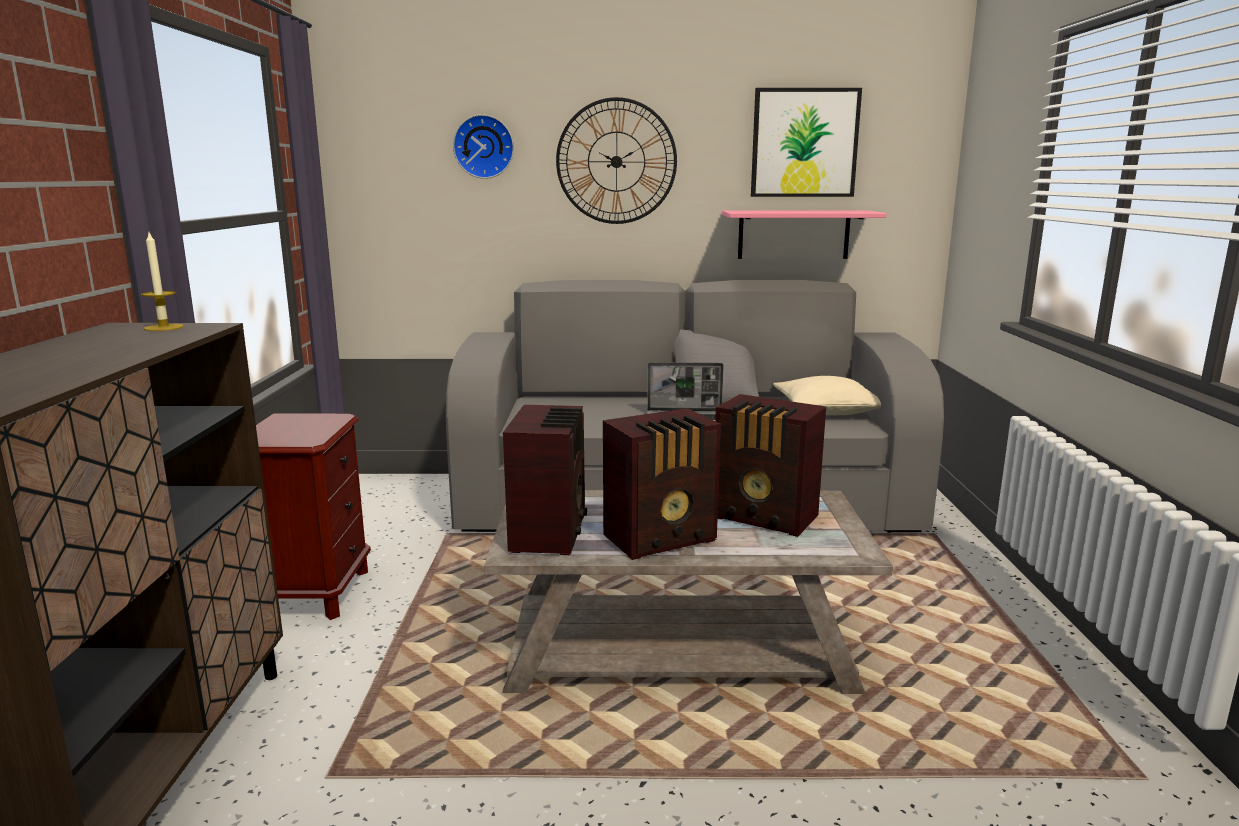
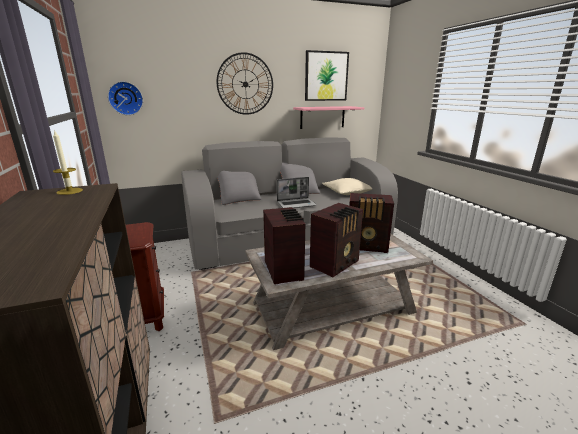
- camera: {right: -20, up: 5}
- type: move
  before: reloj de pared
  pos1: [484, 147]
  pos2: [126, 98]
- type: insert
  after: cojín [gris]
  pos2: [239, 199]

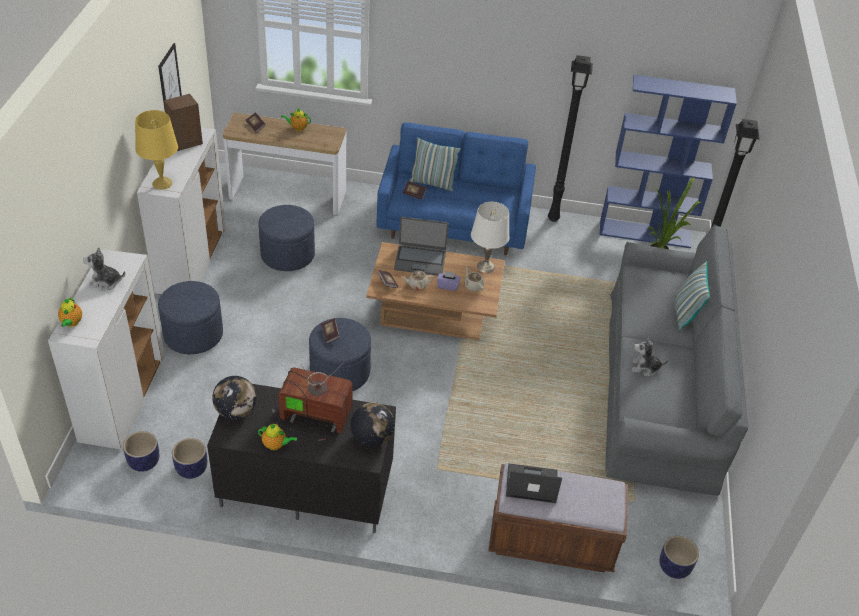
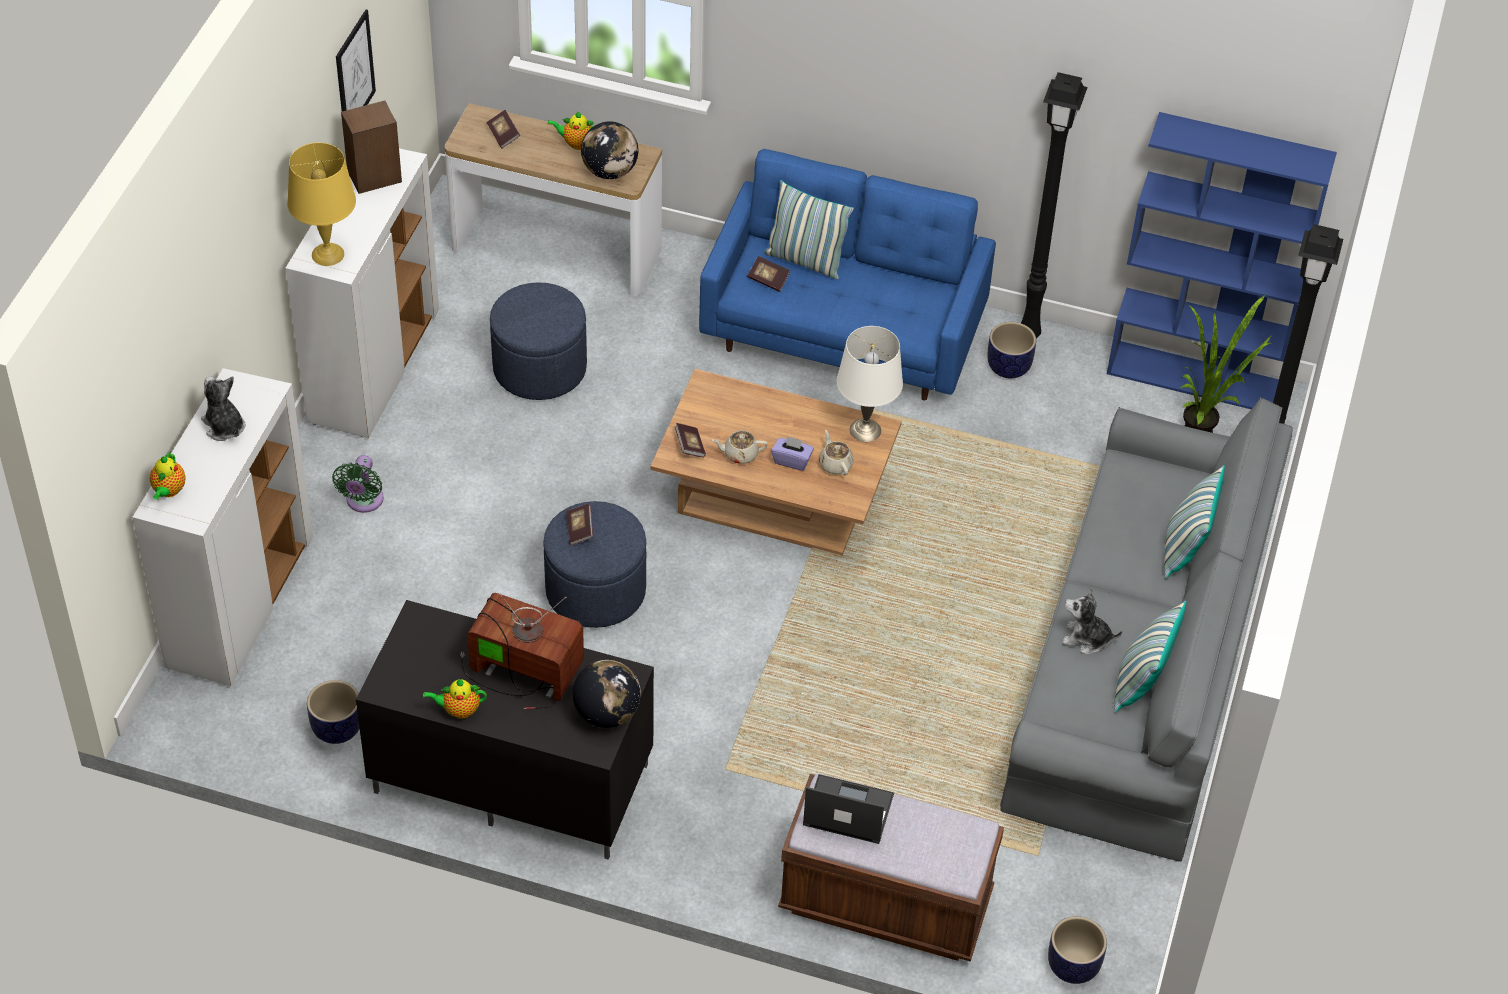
- camera: {right: 10, up: 5}
- type: rotate
  before: peluche
  pos1: [105, 282]
  pos2: [224, 427]
  turn: 45
- type: move
  before: maceta
  pos1: [143, 462]
  pos2: [1008, 366]
- type: replace
  before: puf [azul]
  after: ventilador [verde]
  pos1: [193, 334]
  pos2: [363, 502]
- type: move
  before: globo terráqueo
  pos1: [236, 411]
  pos2: [610, 171]
- type: rotate
  before: tetera
  pos1: [276, 445]
  pos2: [459, 710]
  turn: 150
- type: delete
  before: portátil
  pos1: [420, 260]
- type: insert
  after: cojín
  pos2: [1141, 682]

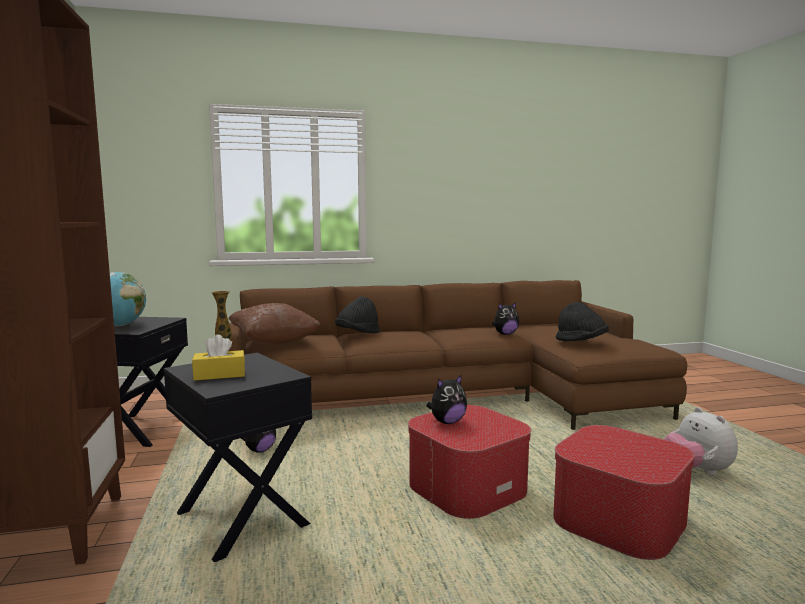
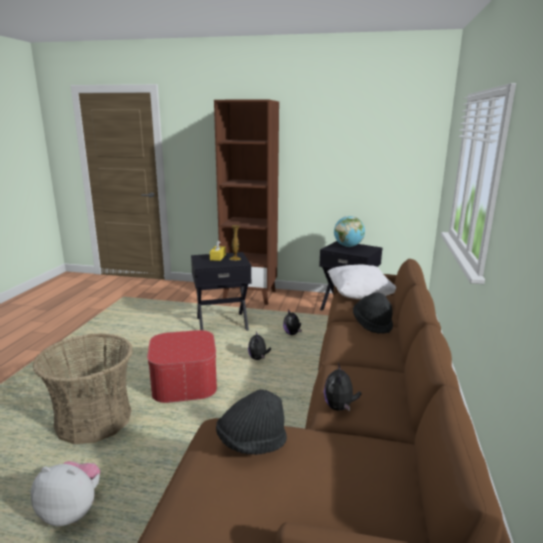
- camera: {right: 115, up: 10}
- type: recolor
  before: cojín [marrón]
  after: cojín [blanco]
  pos1: [273, 343]
  pos2: [359, 295]
- type: move
  before: peluche
  pos1: [447, 422]
  pos2: [258, 358]
- type: replace
  before: puf
  after: cesta
  pos1: [618, 520]
  pos2: [94, 420]

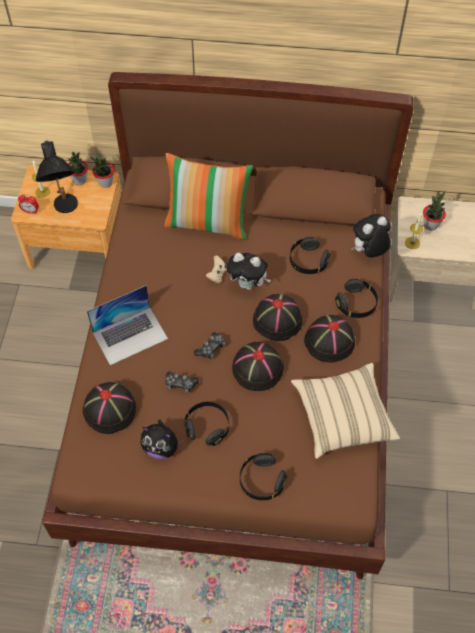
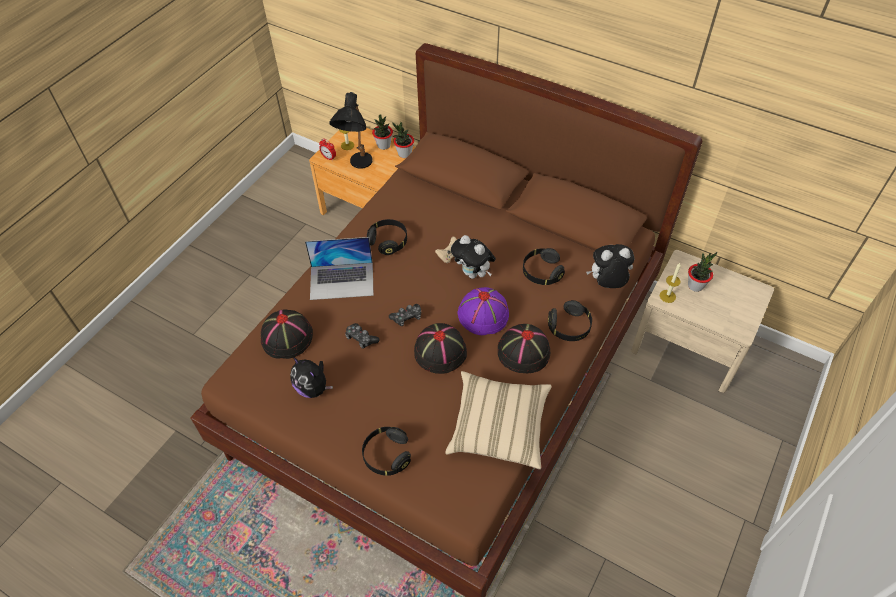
- camera: {right: 25, up: -5}
- type: delete
  before: cojín
  pos1: [208, 223]
- type: move
  before: auriculares [negro]
  pos1: [207, 427]
  pos2: [388, 242]
- type: recolor
  before: sombrero [negro]
  after: sombrero [morado]
  pos1: [278, 320]
  pos2: [483, 315]

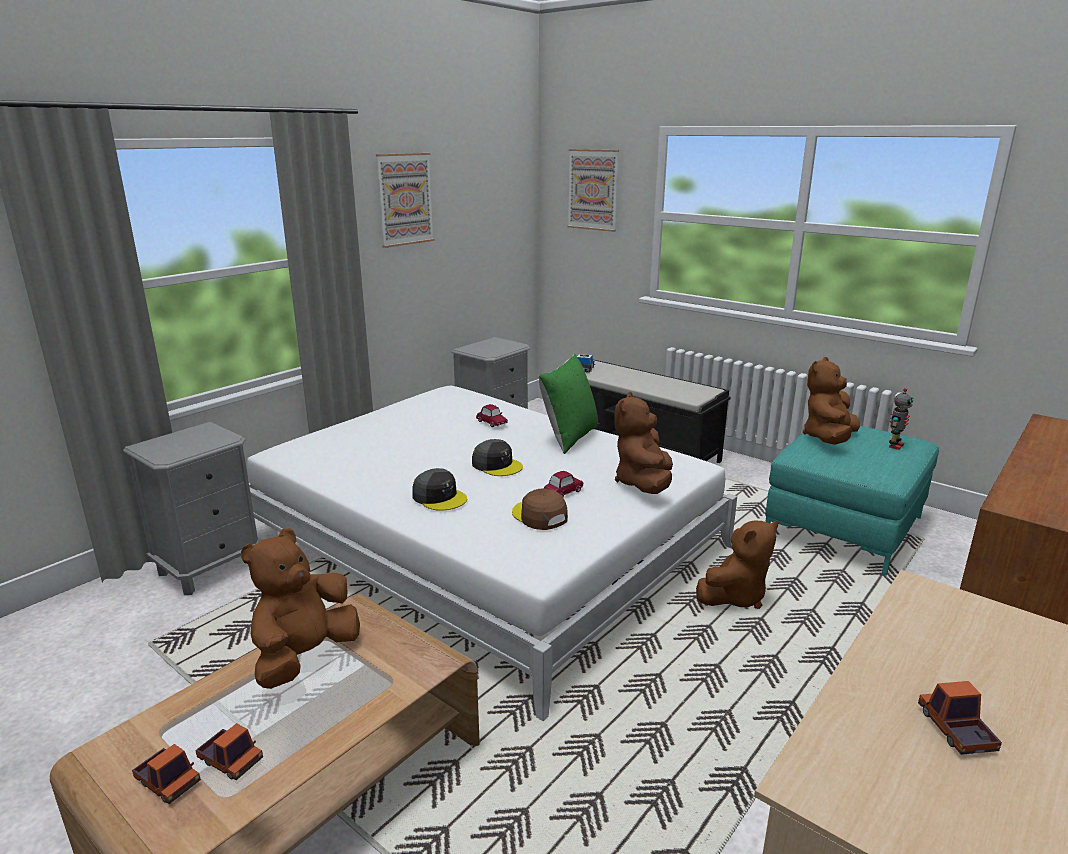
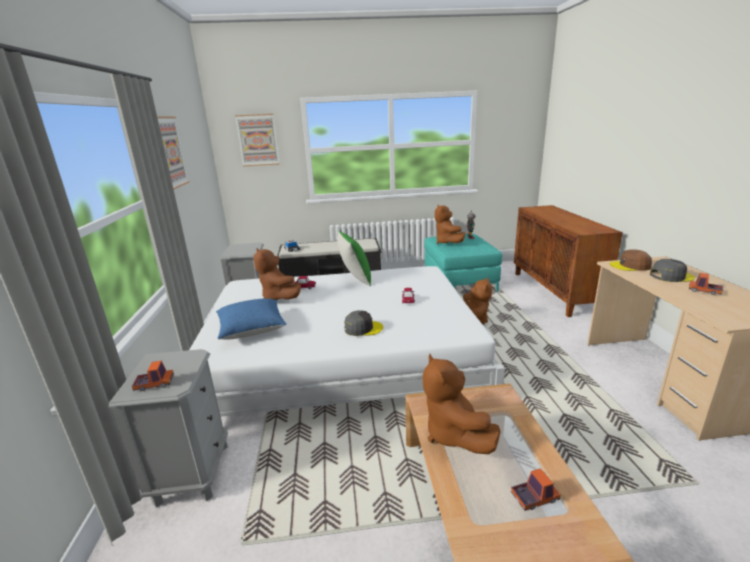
- camera: {right: -45, up: 0}
- type: move
  before: camión de juguete
  pos1: [168, 782]
  pos2: [154, 384]
- type: move
  before: gorra [gris]
  pos1: [497, 465]
  pos2: [671, 276]
- type: move
  before: gorra [marrón]
  pos1: [539, 516]
  pos2: [630, 266]
- type: move
  before: peluche [marrón]
  pos1: [643, 484]
  pos2: [279, 298]
- type: insert
  after: cojín [azul]
  pos2: [252, 330]

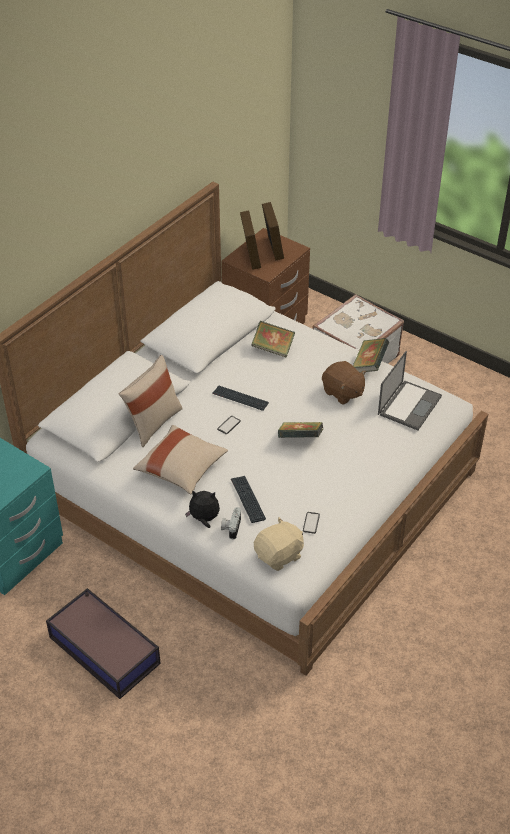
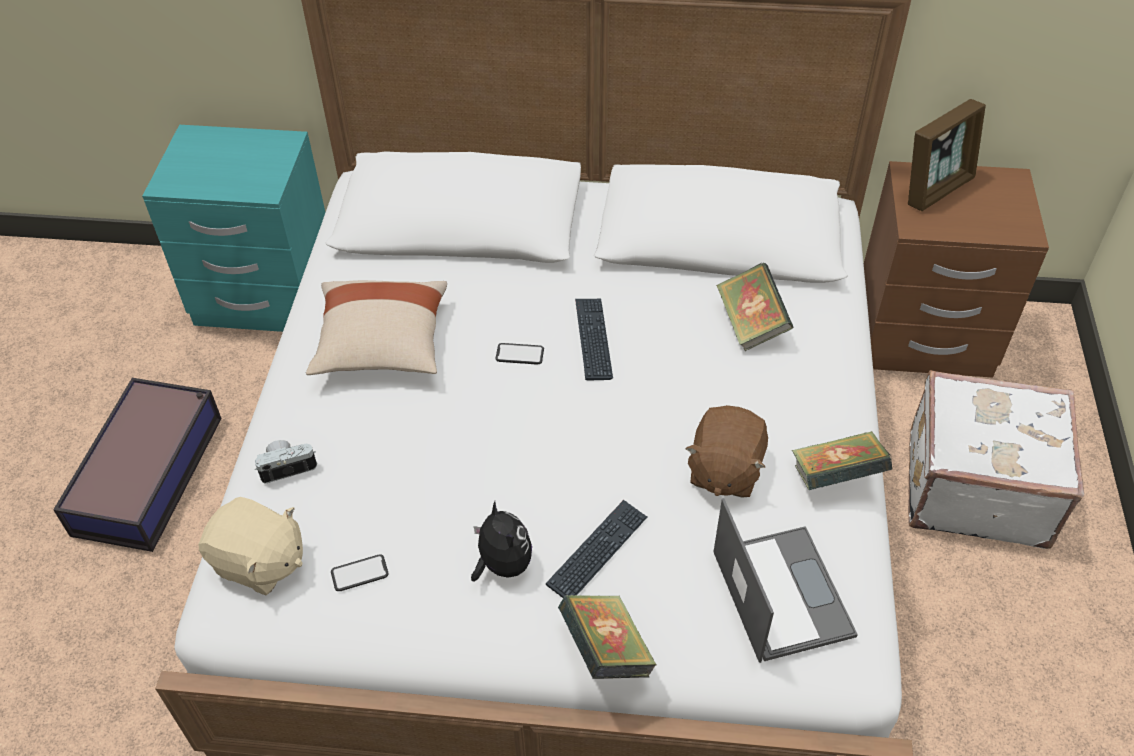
- camera: {right: 60, up: 5}
- type: delete
  before: cojín [beis]
  pos1: [153, 423]
- type: move
  before: peluche
  pos1: [204, 519]
  pos2: [502, 564]
- type: move
  before: teclado
  pos1: [248, 499]
  pos2: [597, 551]
- type: delete
  before: portarretratos
  pos1: [272, 248]
- type: move
  before: libro
  pos1: [300, 439]
  pos2: [606, 651]
- type: rotate
  before: portátil
  pos1: [409, 405]
  pos2: [780, 592]
  turn: -105

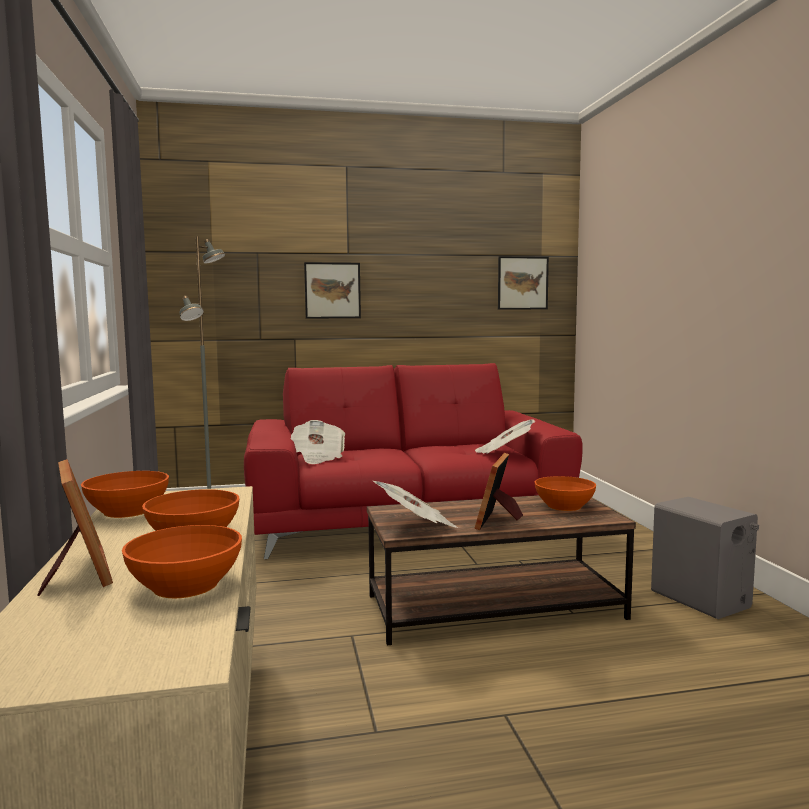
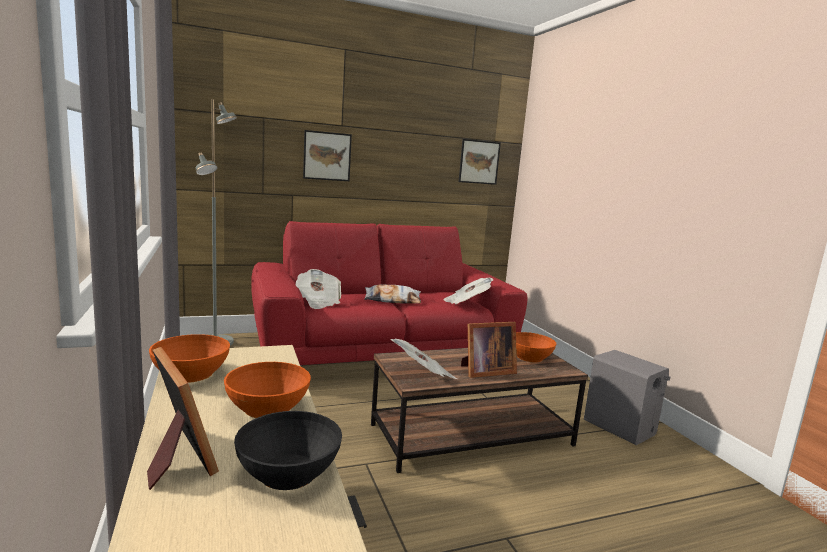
- camera: {right: -10, up: 5}
- type: recolor
  before: cuenco [naranja]
  after: cuenco [negro]
  pos1: [185, 585]
  pos2: [288, 473]
- type: rotate
  before: portarretratos
  pos1: [498, 520]
  pos2: [485, 371]
  turn: -120
- type: insert
  after: cojín
  pos2: [392, 300]

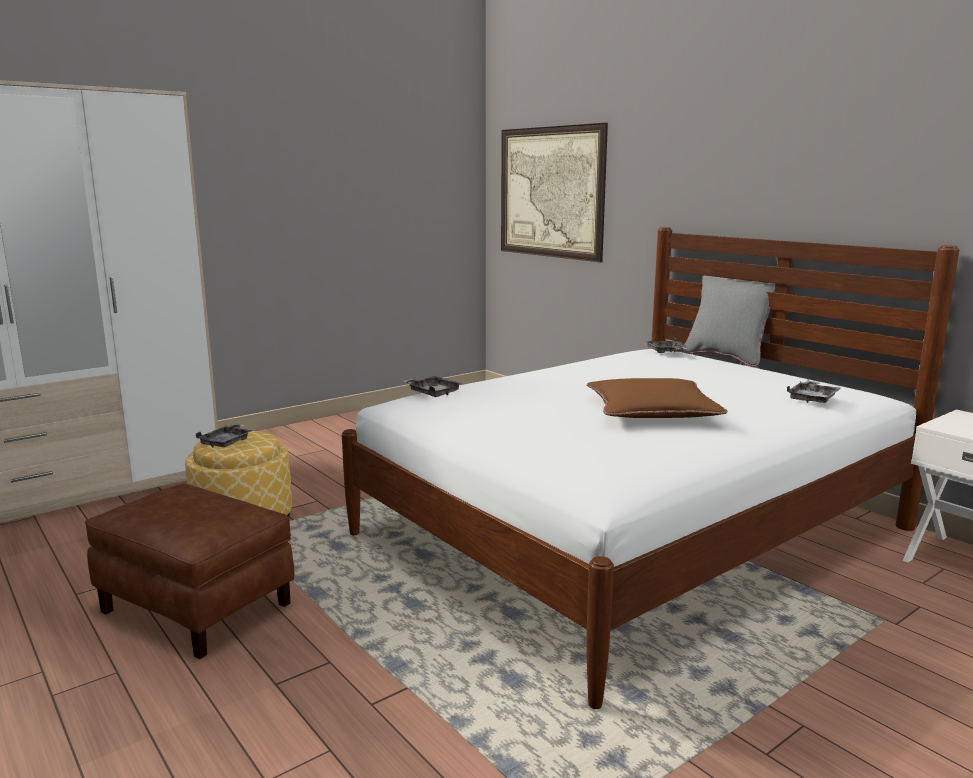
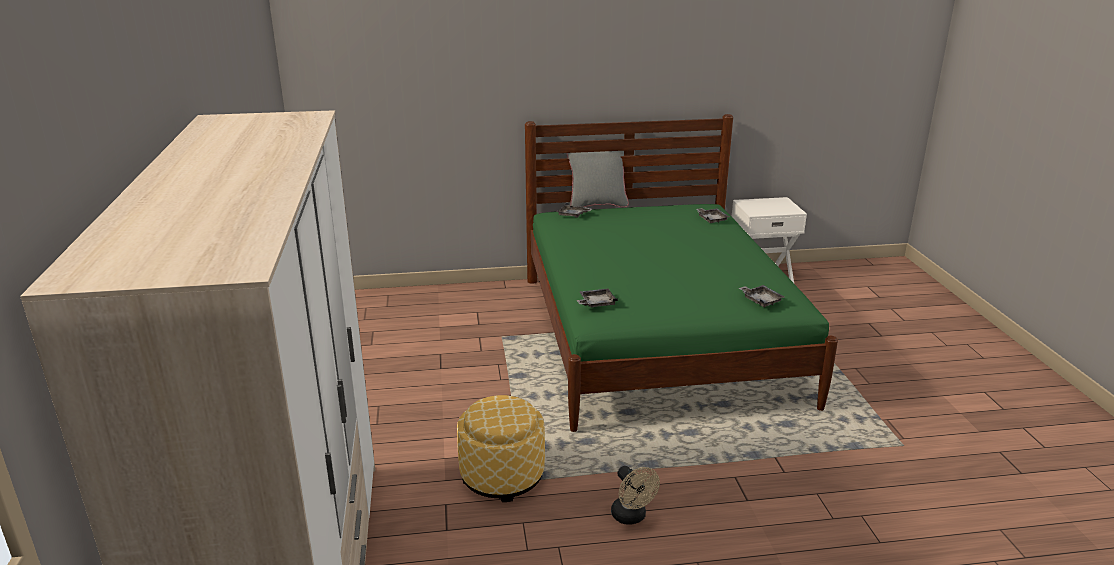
- camera: {right: -60, up: 10}
- type: replace
  before: puf [marrón]
  after: ventilador [beis]
  pos1: [198, 607]
  pos2: [632, 517]
- type: move
  before: bandeja [gris]
  pos1: [227, 442]
  pos2: [761, 300]
- type: recolor
  before: cama [blanco]
  after: cama [verde]
  pos1: [632, 531]
  pos2: [656, 337]
- type: delete
  before: cuadro
  pos1: [550, 192]
- type: delete
  before: cojín [marrón]
  pos1: [652, 411]

